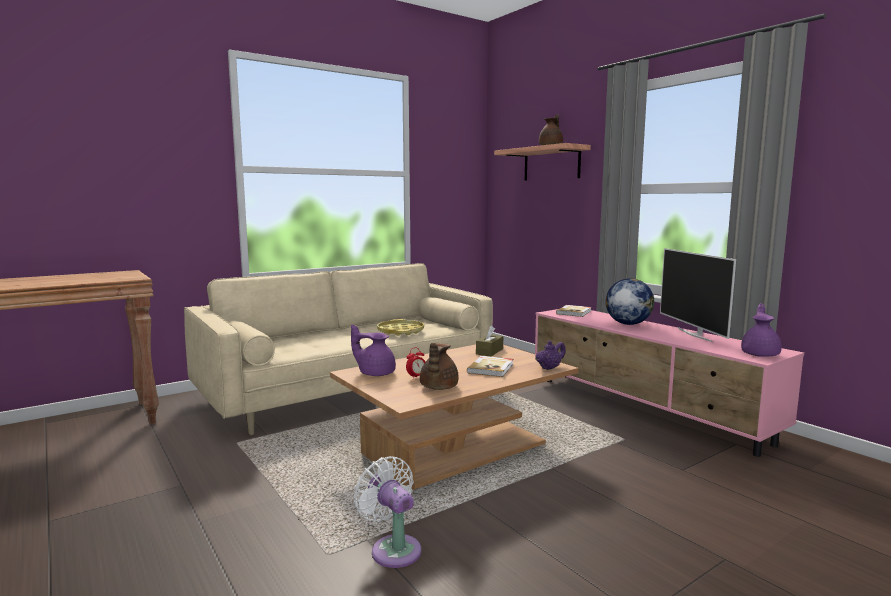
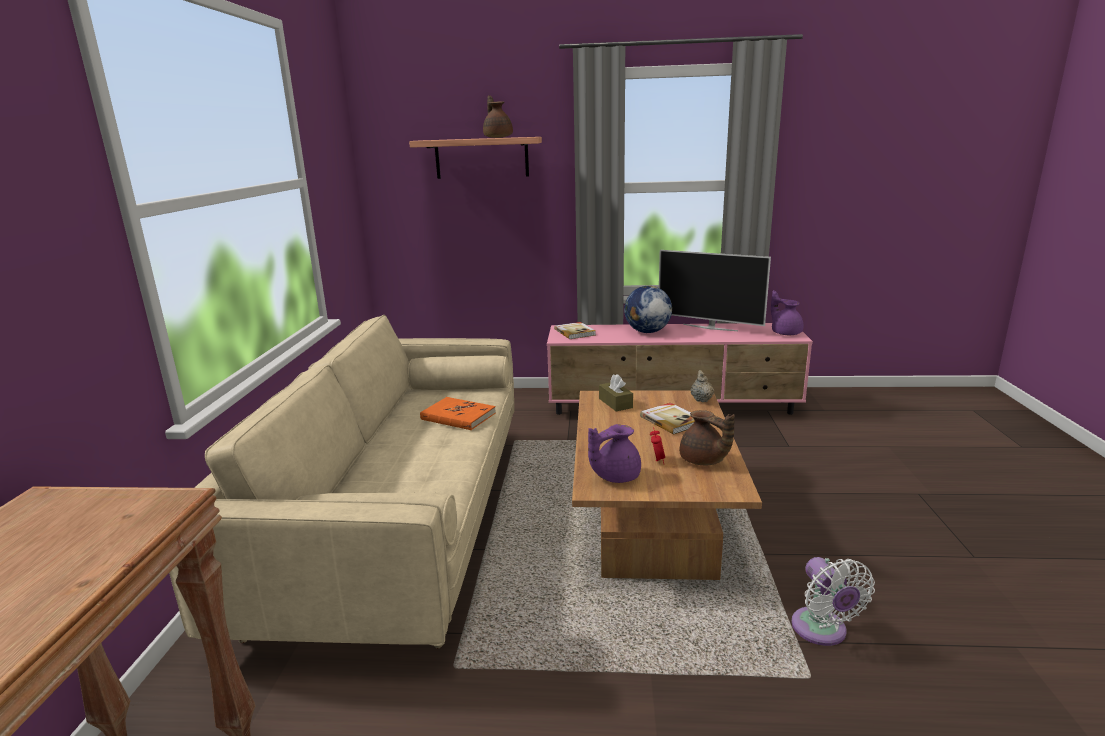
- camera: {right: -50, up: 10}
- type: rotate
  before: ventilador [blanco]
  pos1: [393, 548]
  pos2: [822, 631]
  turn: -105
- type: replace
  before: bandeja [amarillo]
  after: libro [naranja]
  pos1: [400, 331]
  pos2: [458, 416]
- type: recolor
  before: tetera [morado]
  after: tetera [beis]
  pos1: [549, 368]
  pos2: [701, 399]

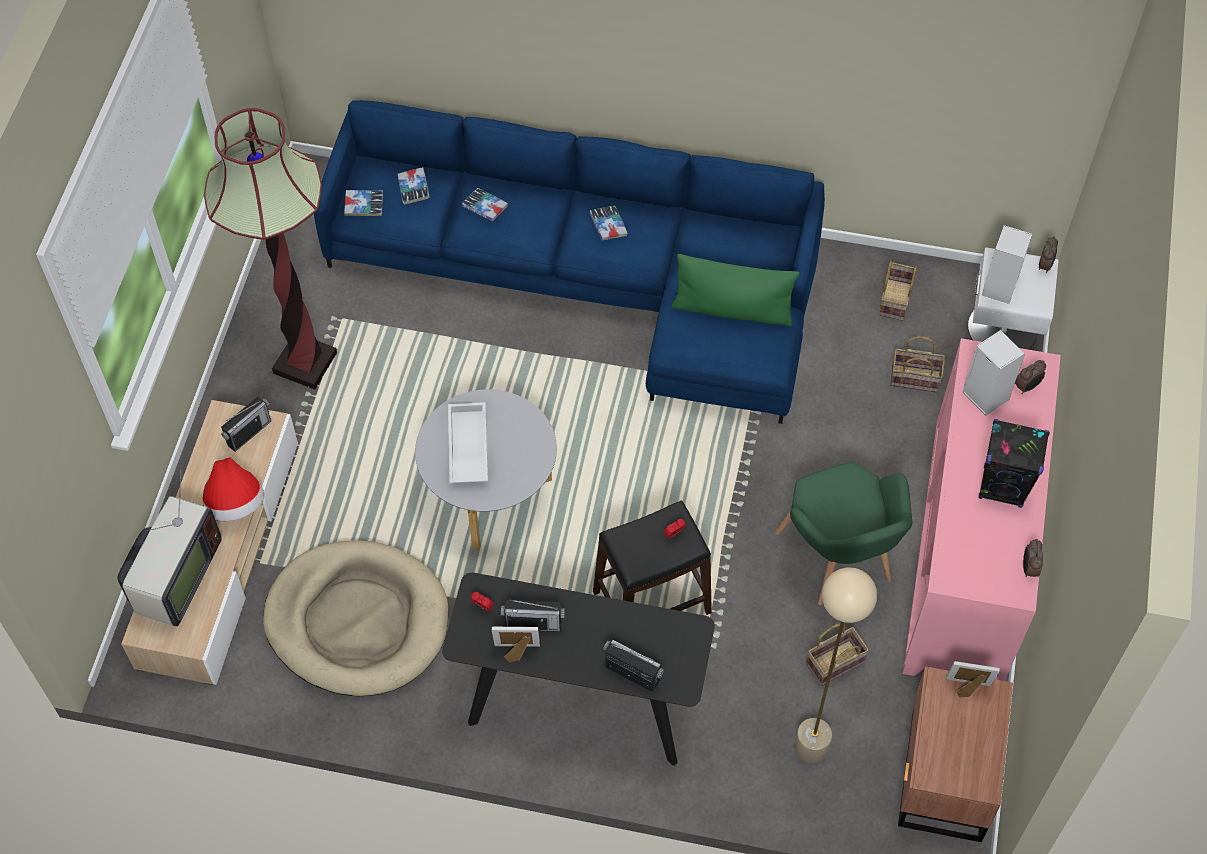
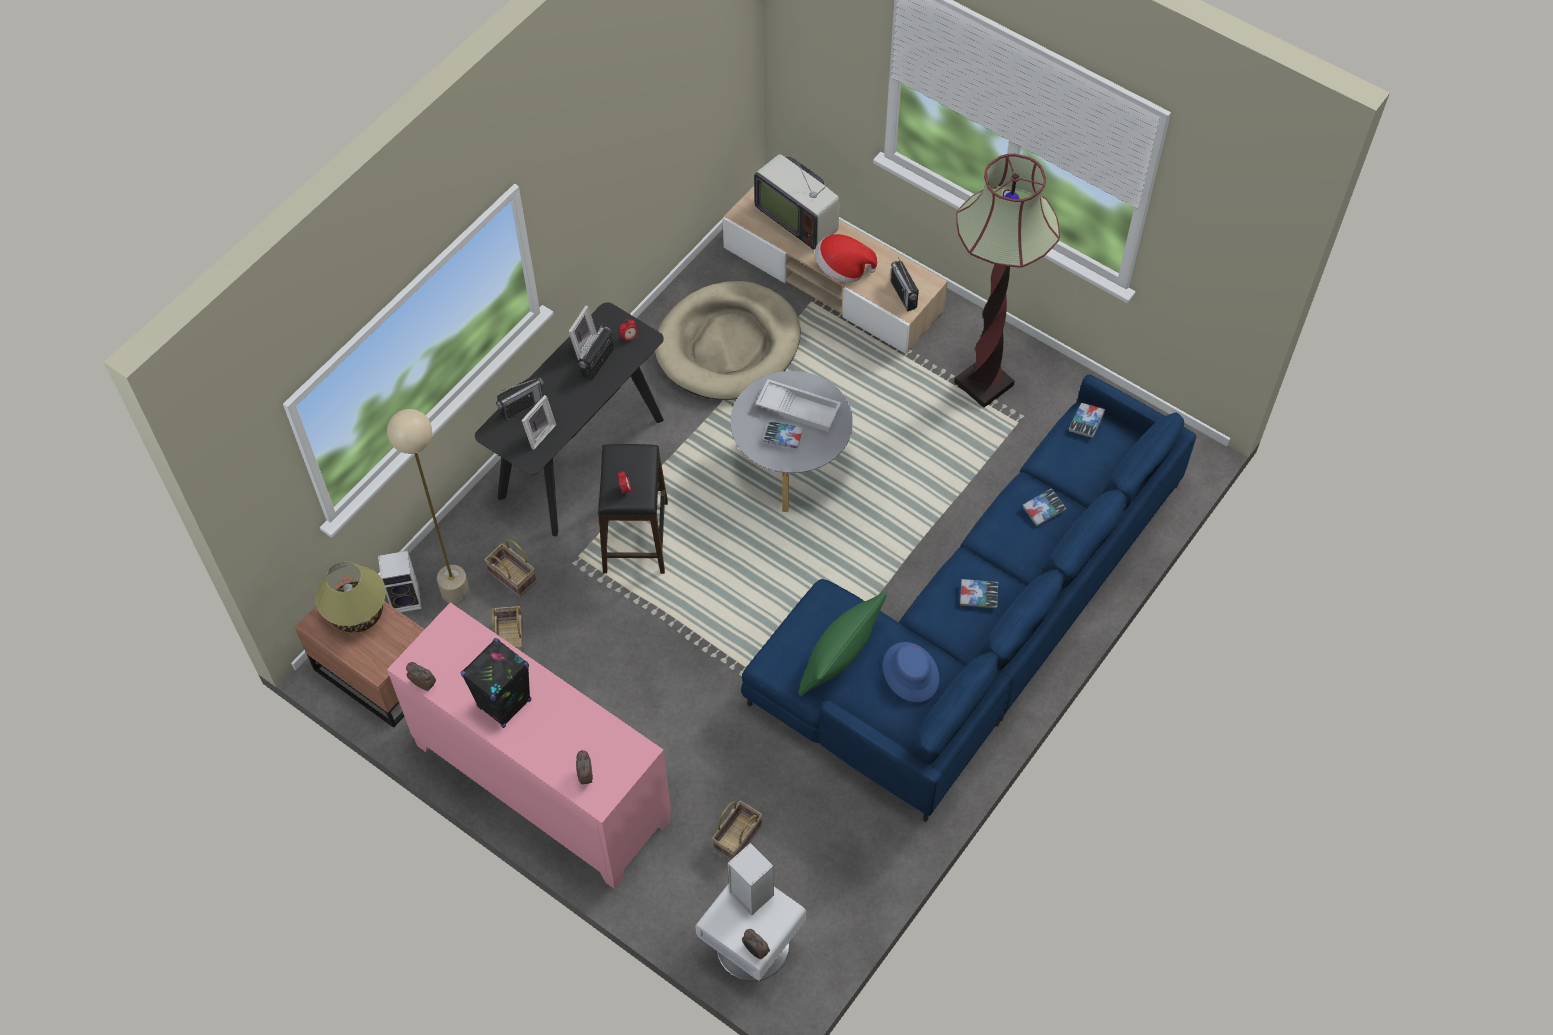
- camera: {right: 115, up: 0}
- type: move
  before: libro
  pos1: [413, 188]
  pos2: [783, 437]
- type: delete
  before: sillón [verde]
  pos1: [839, 562]
- type: move
  before: cesta
  pos1: [894, 298]
  pos2: [514, 577]
- type: move
  before: portarretratos
  pos1: [967, 689]
  pos2: [538, 433]
- type: move
  before: altavoz
  pos1: [983, 395]
  pos2: [407, 599]
- type: insert
  after: lámpara de mesa
  pos2: [357, 613]
- type: insert
  after: sombrero [azul]
  pos2: [911, 672]

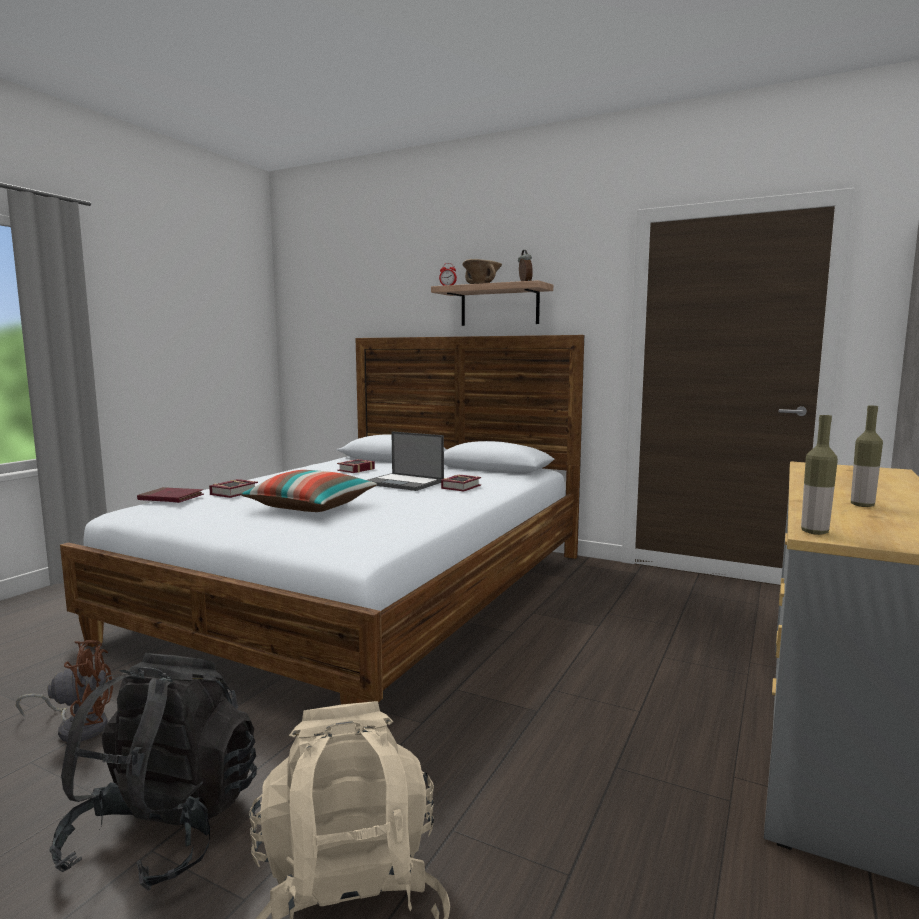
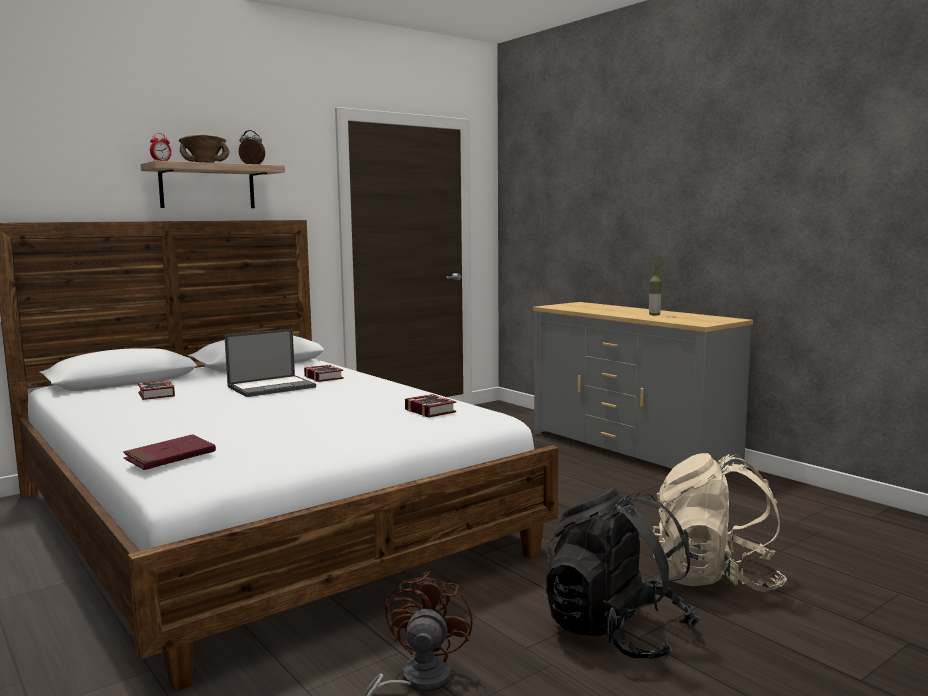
- camera: {right: -65, up: 0}
- type: move
  before: libro
  pos1: [236, 492]
  pos2: [430, 410]
- type: delete
  before: cojín
  pos1: [311, 507]
- type: delete
  before: botella
  pos1: [814, 532]

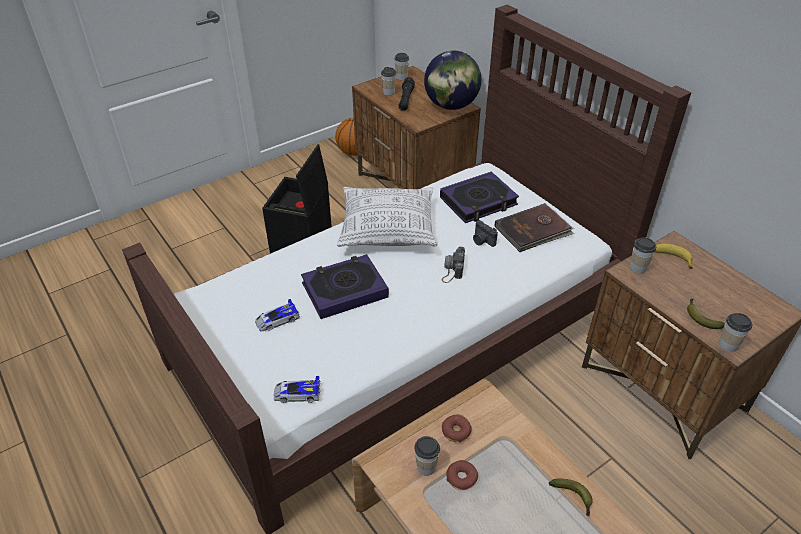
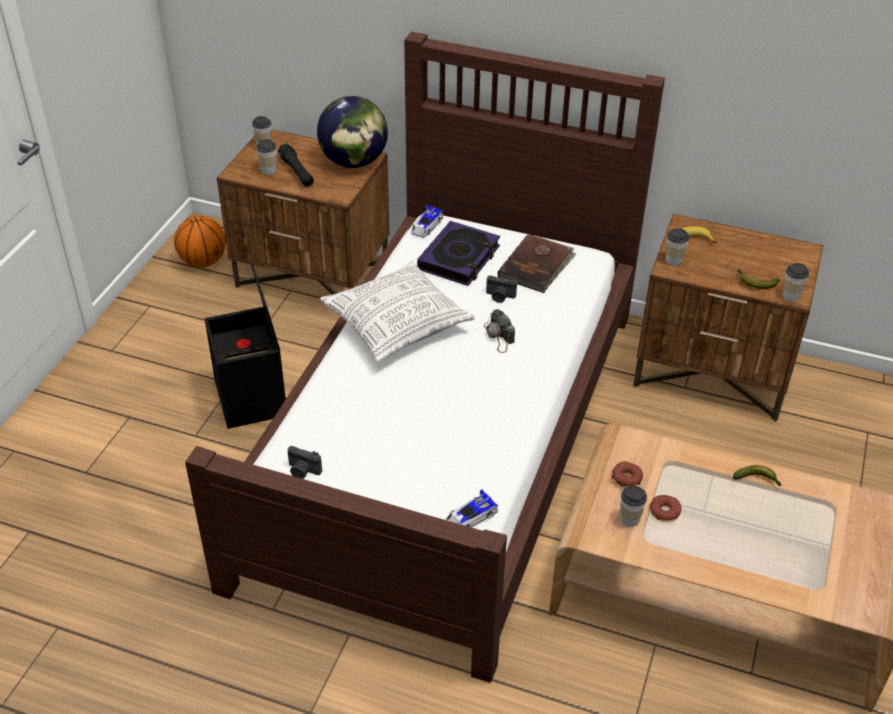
- camera: {right: -35, up: 0}
- type: move
  before: coche de juguete
  pos1: [277, 320]
  pos2: [426, 226]
- type: delete
  before: libro
  pos1: [344, 290]
- type: insert
  after: cámara
  pos2: [303, 471]

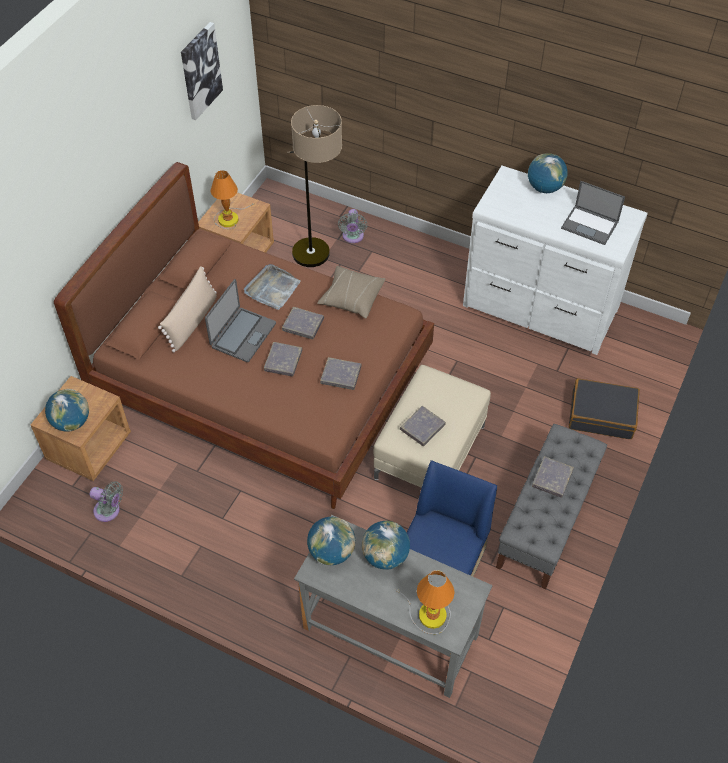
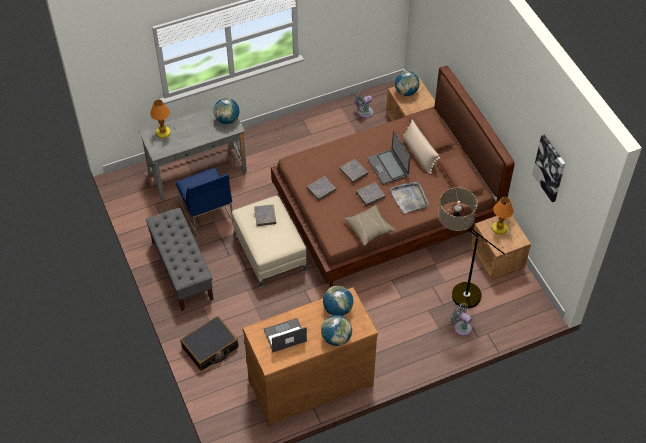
- camera: {right: 130, up: 0}
- type: move
  before: globo terráqueo
  pos1: [385, 556]
  pos2: [337, 309]
- type: recolor
  before: cómoda [blanco]
  after: cómoda [marrón]
  pos1: [540, 308]
  pos2: [309, 382]
- type: delete
  before: libro [gris]
  pos1: [552, 478]

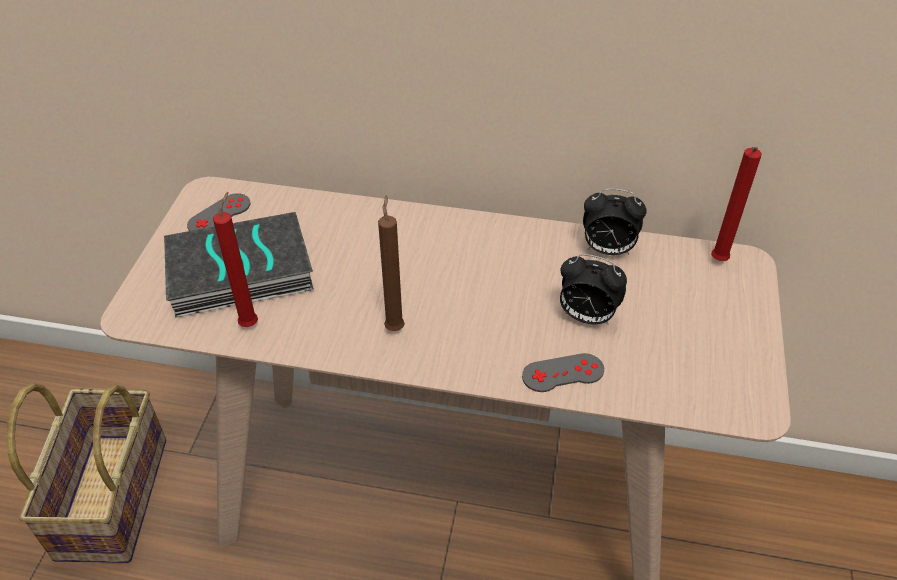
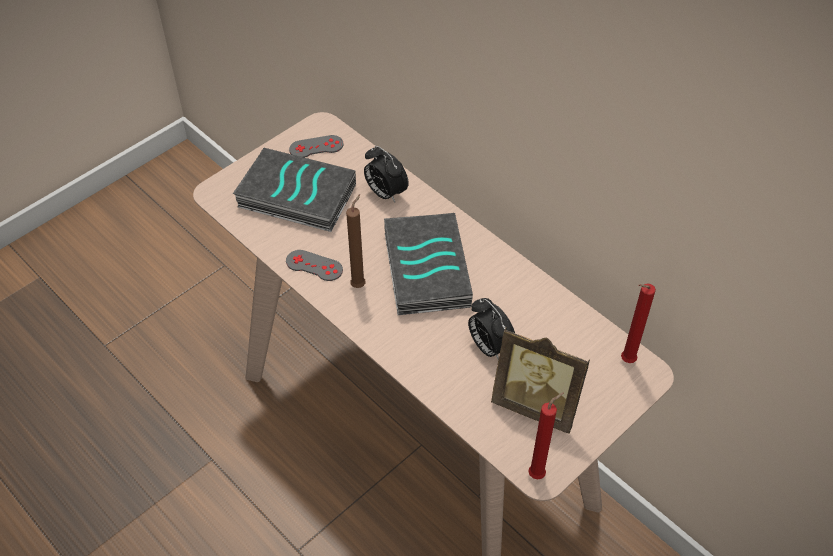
- camera: {right: 35, up: 5}
- type: delete
  before: cesta
  pos1: [110, 496]
- type: move
  before: vela [rojo]
  pos1: [251, 323]
  pos2: [539, 473]
- type: move
  before: mando de consola [gris]
  pos1: [563, 373]
  pos2: [314, 265]
- type: move
  before: despertador
  pos1: [607, 250]
  pos2: [385, 193]
- type: insert
  after: libro
  pos2: [424, 268]
- type: insert
  after: portarretratos
  pos2: [537, 404]

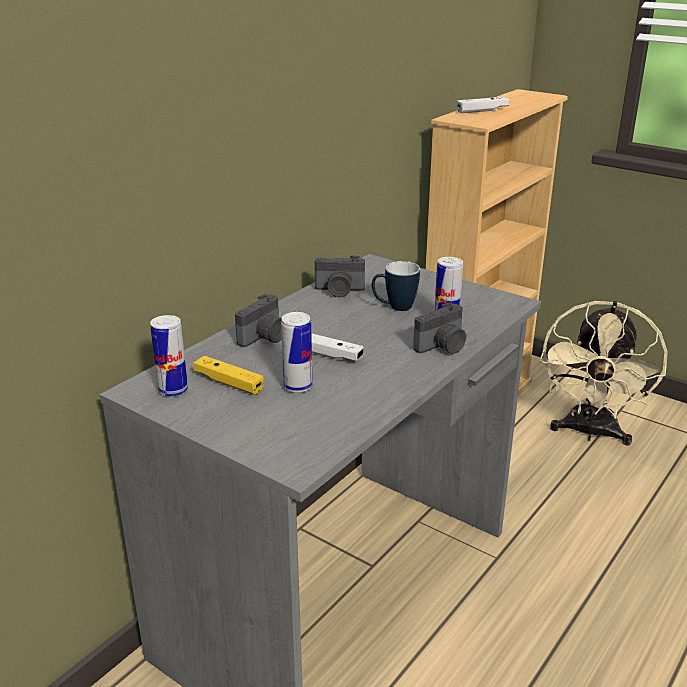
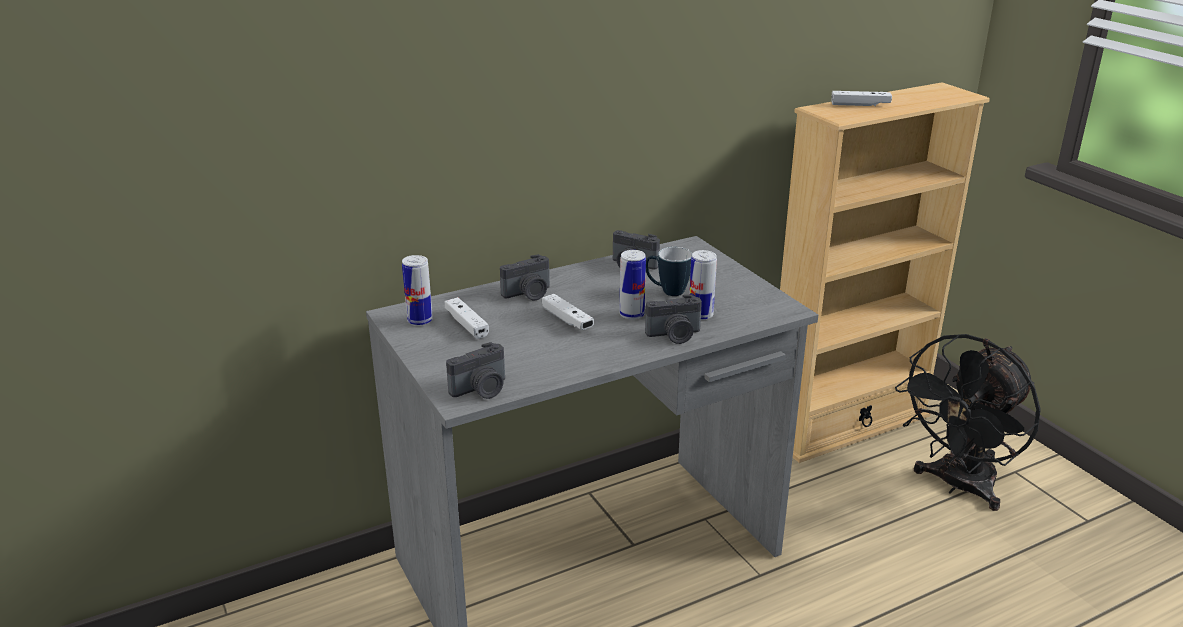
- camera: {right: 25, up: 0}
- type: recolor
  before: mando de consola [amarillo]
  after: mando de consola [blanco]
  pos1: [228, 383]
  pos2: [466, 324]
- type: move
  before: lata
  pos1: [298, 387]
  pos2: [631, 315]
- type: recolor
  before: ventilador [beis]
  after: ventilador [negro]
  pos1: [590, 433]
  pos2: [958, 486]
- type: insert
  after: cámara
  pos2: [481, 390]

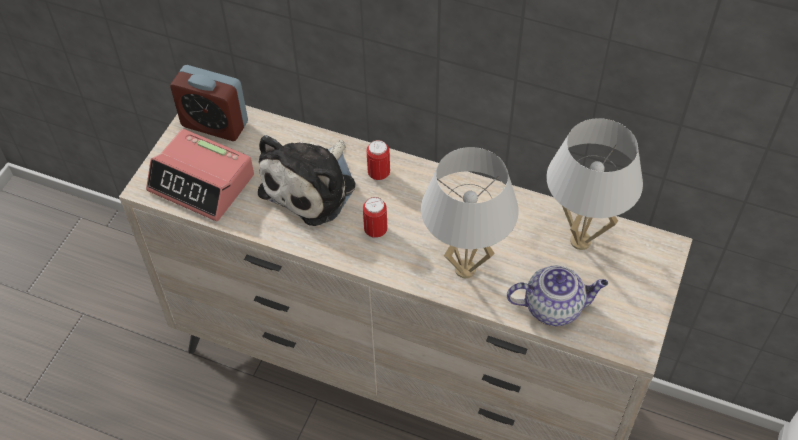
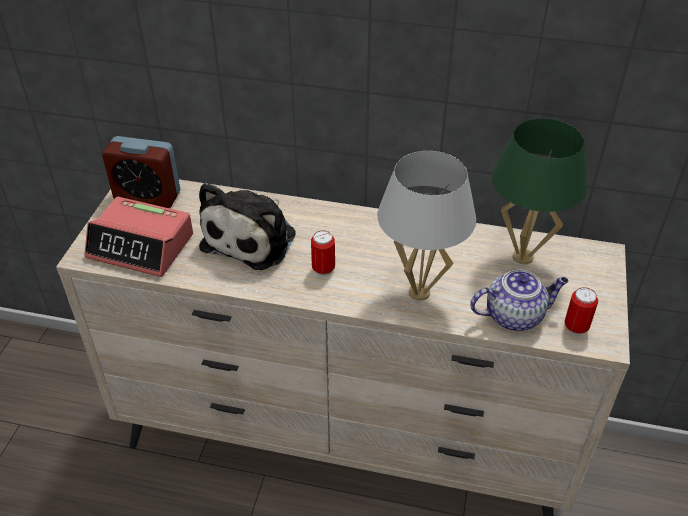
- camera: {right: -10, up: -10}
- type: move
  before: lata
  pos1: [379, 174]
  pos2: [576, 327]
- type: recolor
  before: lámpara de mesa [blanco]
  after: lámpara de mesa [verde]
  pos1: [580, 241]
  pos2: [522, 257]

